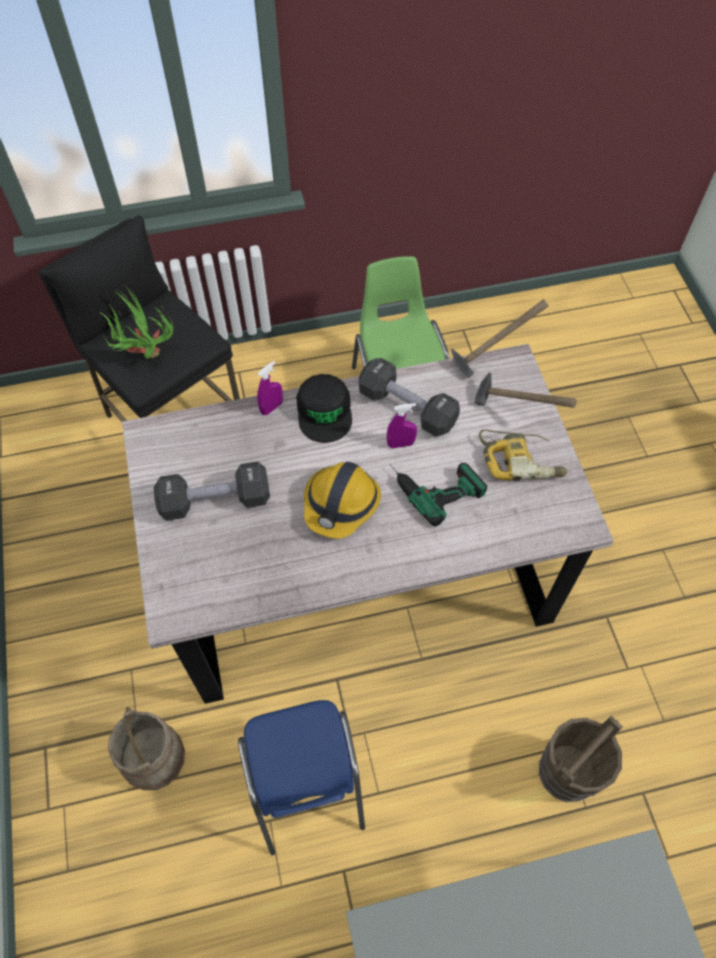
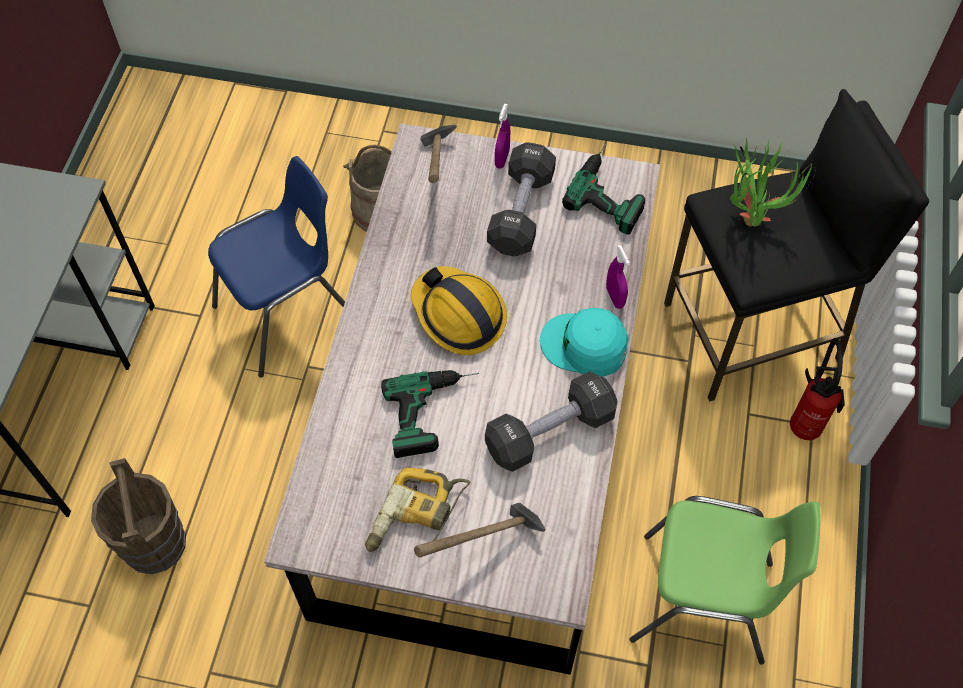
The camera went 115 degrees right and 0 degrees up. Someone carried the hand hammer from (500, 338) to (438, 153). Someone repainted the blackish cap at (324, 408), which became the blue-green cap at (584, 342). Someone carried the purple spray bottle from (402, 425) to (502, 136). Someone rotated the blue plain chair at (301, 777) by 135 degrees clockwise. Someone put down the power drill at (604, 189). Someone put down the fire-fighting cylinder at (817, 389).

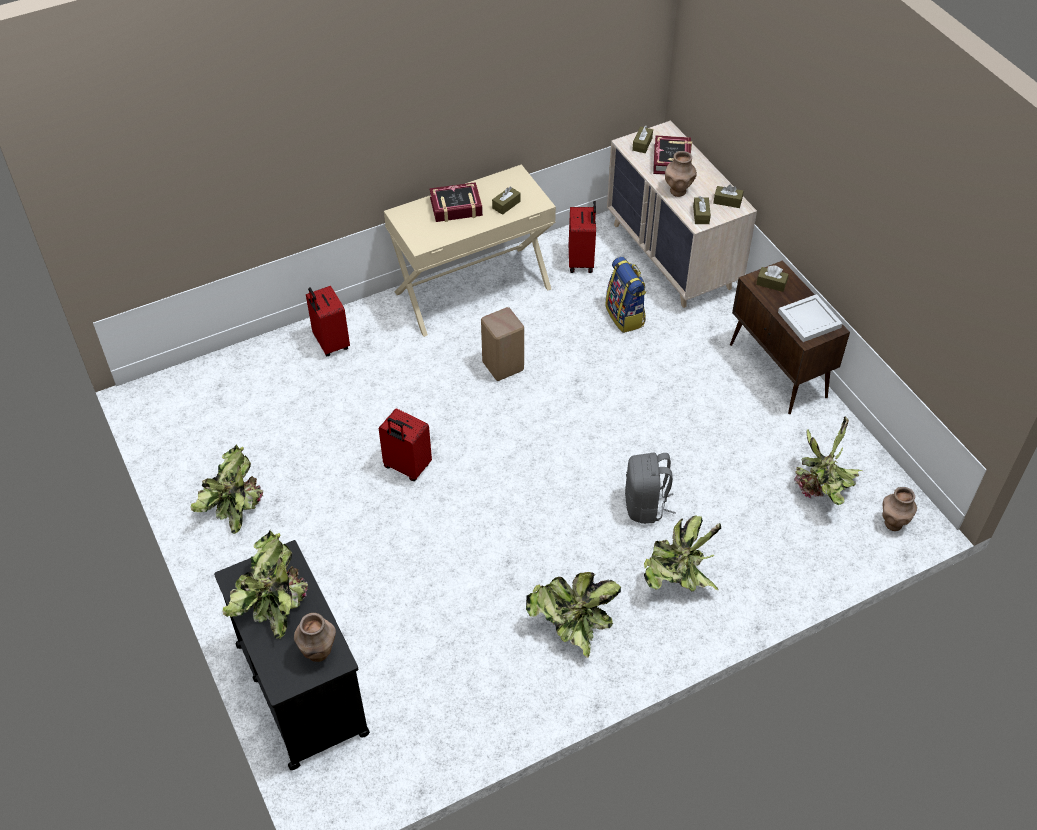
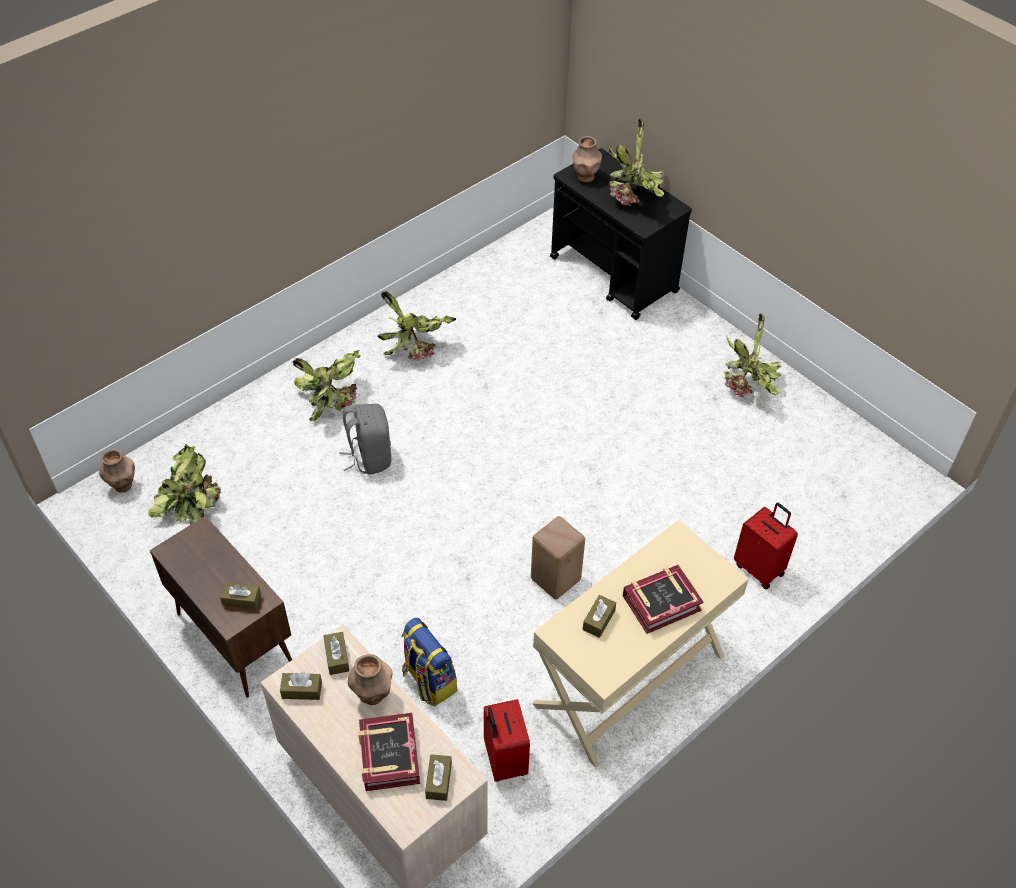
The camera went 165 degrees right and 0 degrees up. Someone took away the white serving tray at (810, 318). Someone took away the reddish piece of luggage at (405, 444).

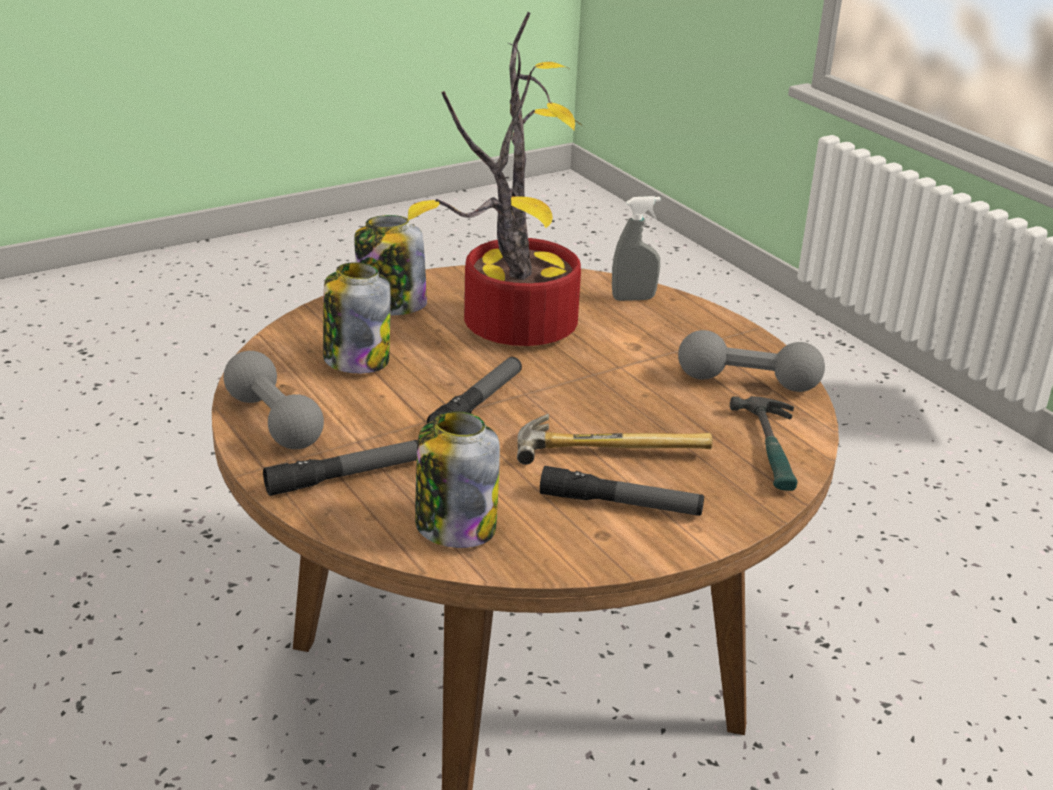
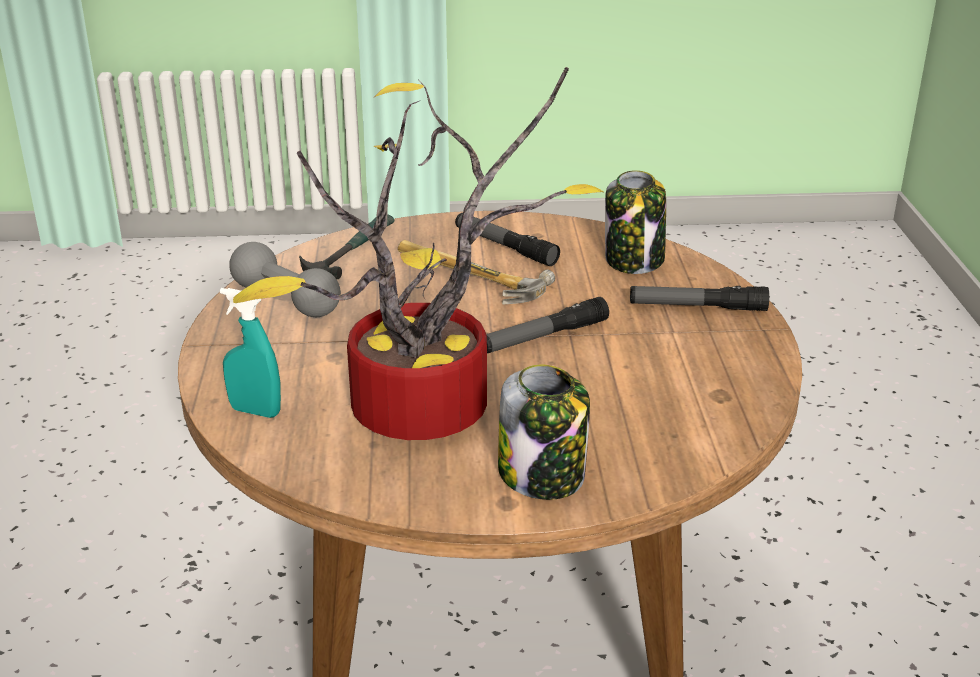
The camera went 150 degrees left and 0 degrees up. Someone repainted the greyish spray bottle at (636, 248), which became the blue-green spray bottle at (250, 353). Someone took away the storage jar at (357, 318). Someone took away the greyish hand weight at (273, 400).

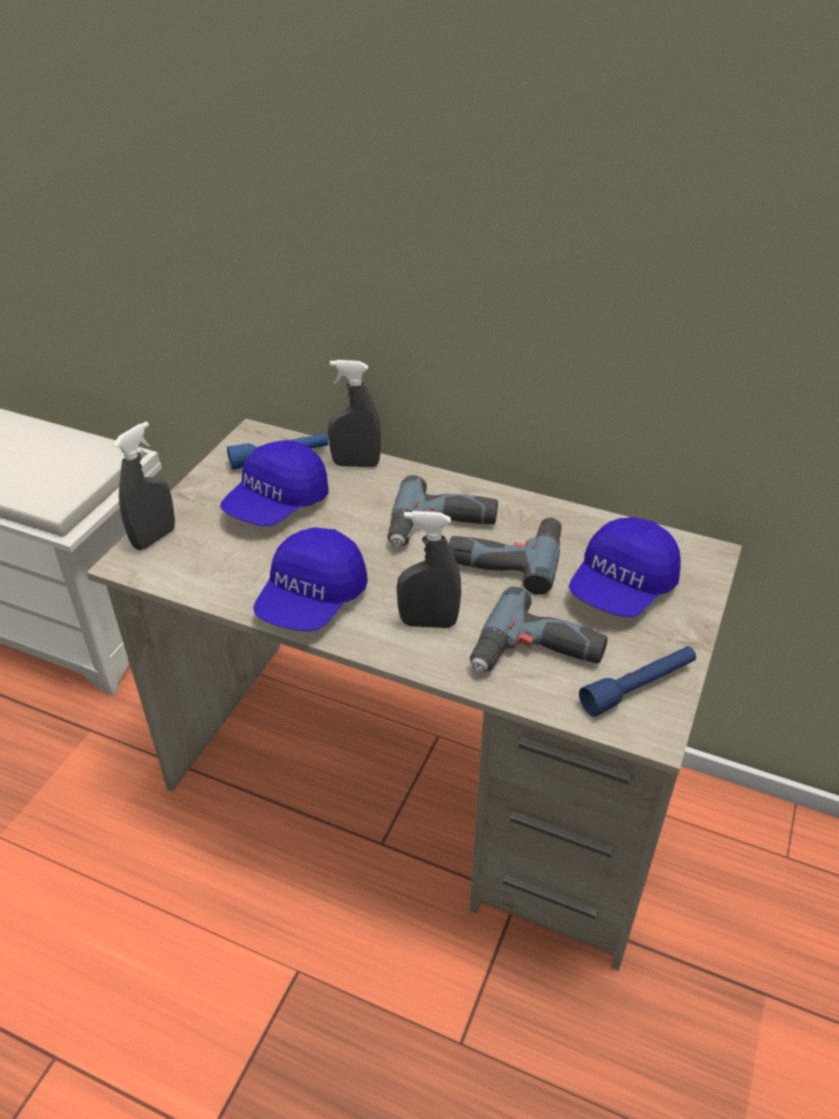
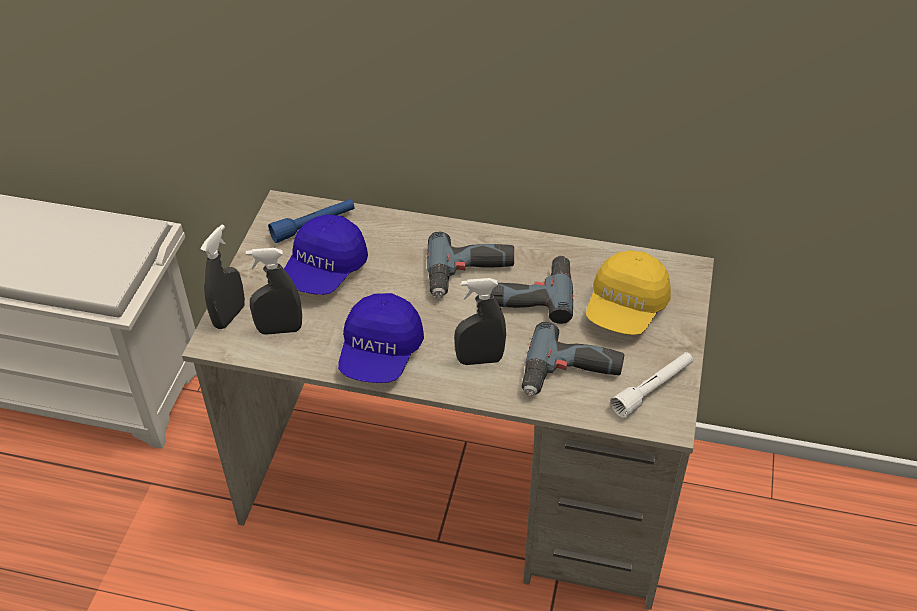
The camera went 10 degrees left and 5 degrees up. Someone carried the greyish spray bottle from (354, 413) to (274, 291). Someone repainted the blue cap at (625, 567), which became the yellow cap at (628, 292). Someone repainted the blue hand torch at (637, 681), which became the white hand torch at (651, 385).

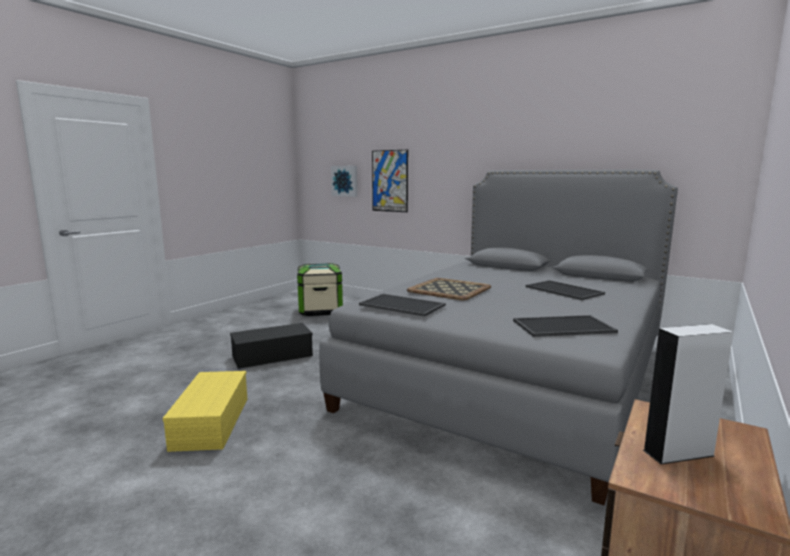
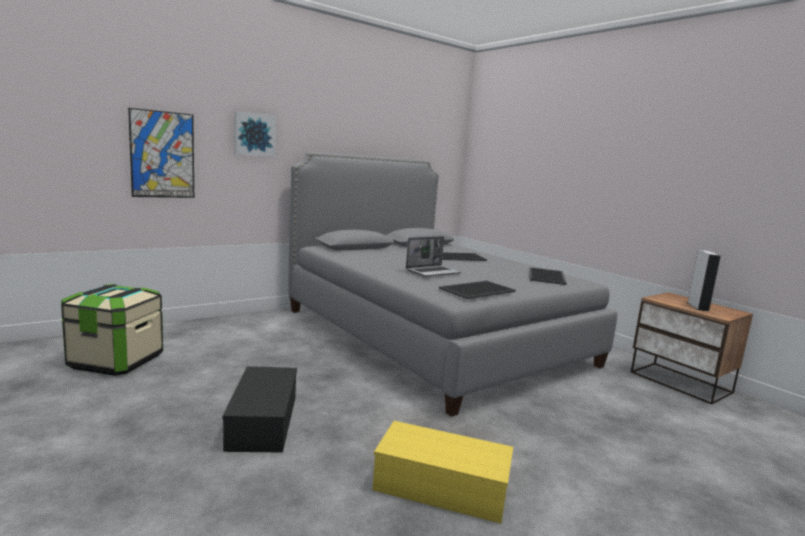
The camera went 70 degrees left and 0 degrees up. Someone carried the wall art from (344, 181) to (255, 134). Someone swapped the serving tray at (449, 289) for the laptop at (433, 256).

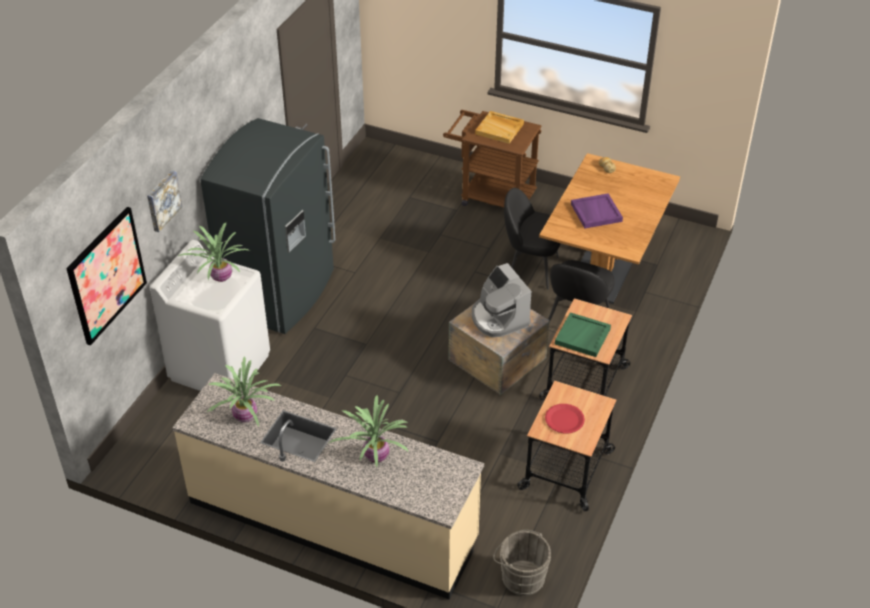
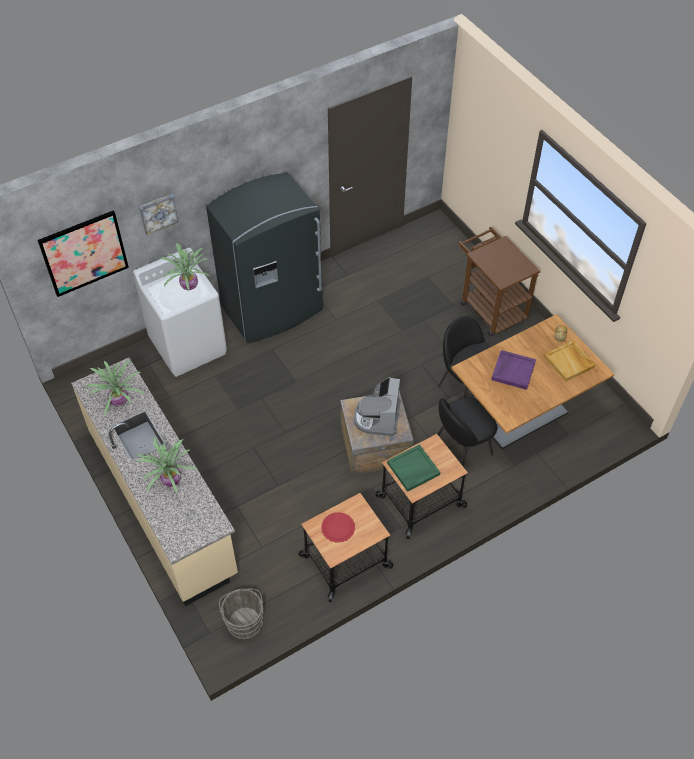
The camera went 35 degrees right and 10 degrees up. Someone carried the beige serving tray from (499, 127) to (570, 361).

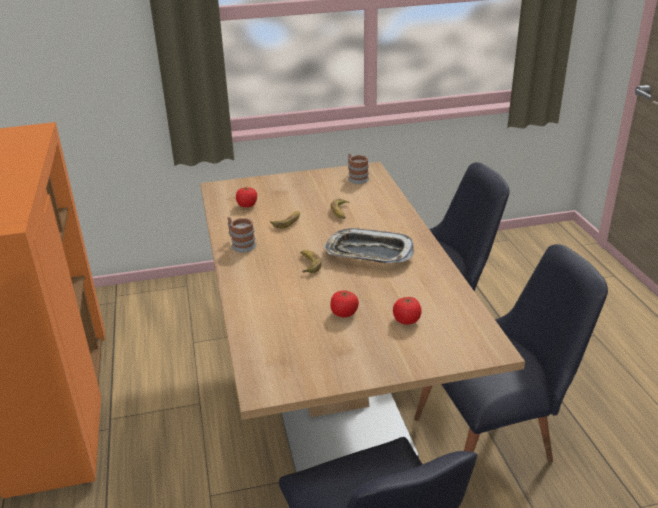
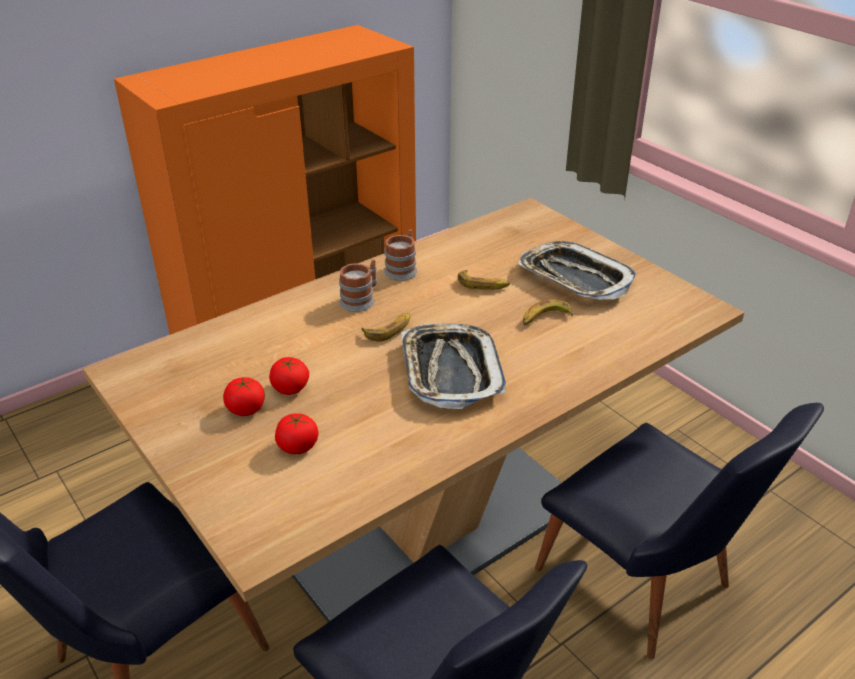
The camera went 65 degrees right and 5 degrees up. Someone carried the coffee mug from (358, 168) to (358, 285). Someone carried the whole tomato from (246, 197) to (244, 396). Someone put down the serving tray at (578, 270).

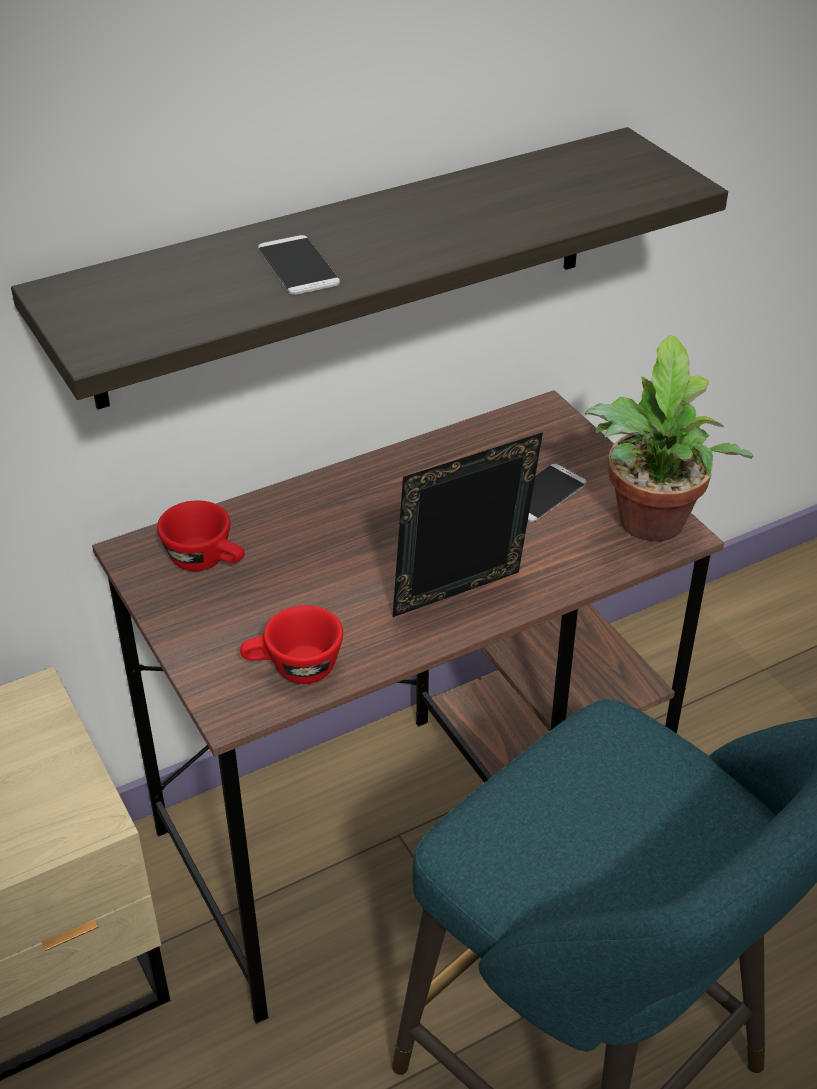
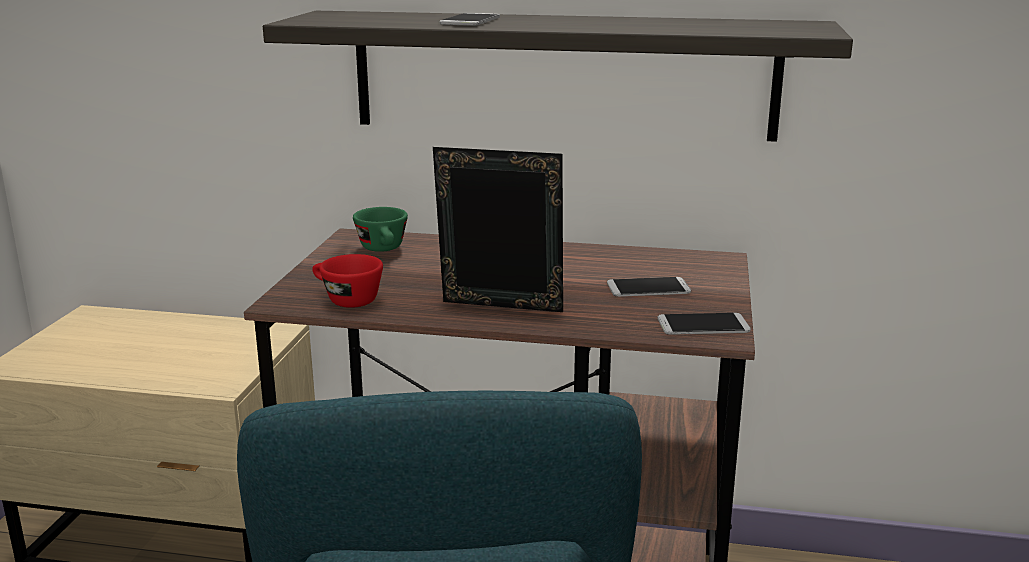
The camera went 40 degrees right and 20 degrees down. Someone swapped the plant in a pot at (669, 439) for the telephone at (704, 324). Someone repainted the reddish drinking cup at (201, 535), which became the green-coloured drinking cup at (380, 229).

